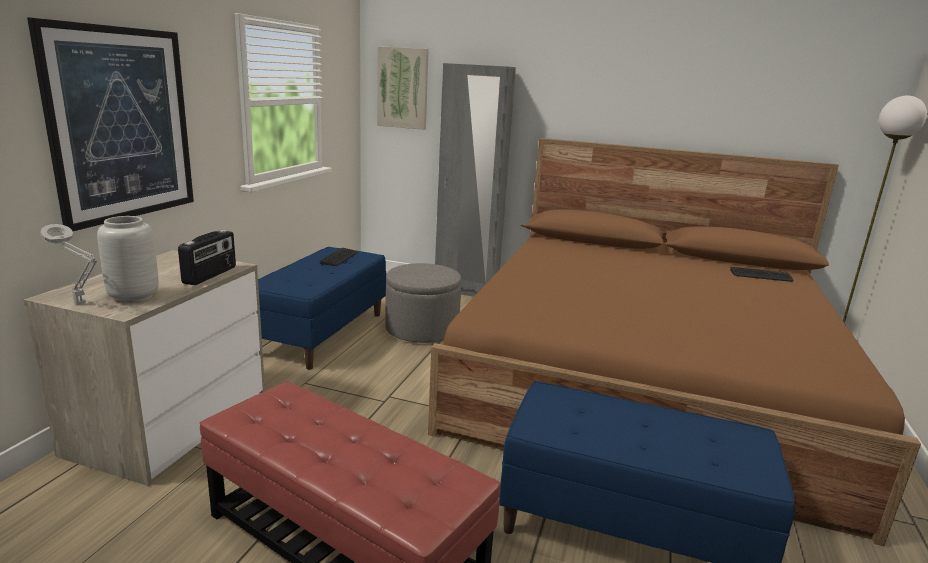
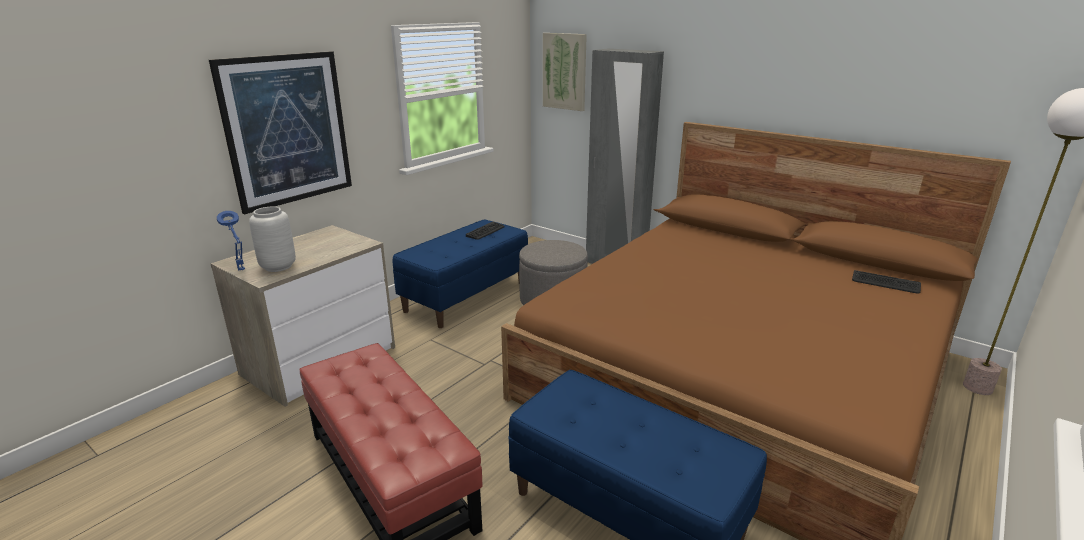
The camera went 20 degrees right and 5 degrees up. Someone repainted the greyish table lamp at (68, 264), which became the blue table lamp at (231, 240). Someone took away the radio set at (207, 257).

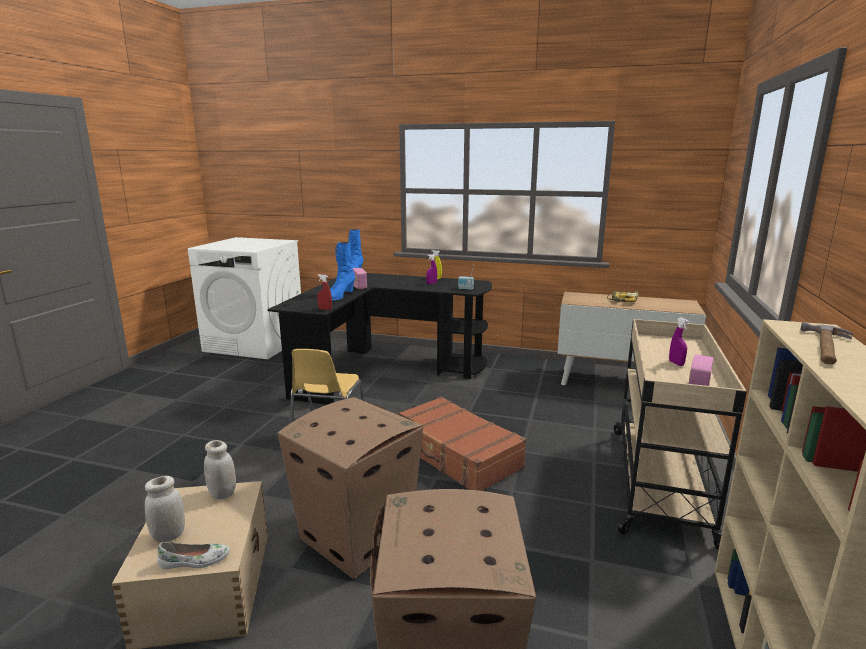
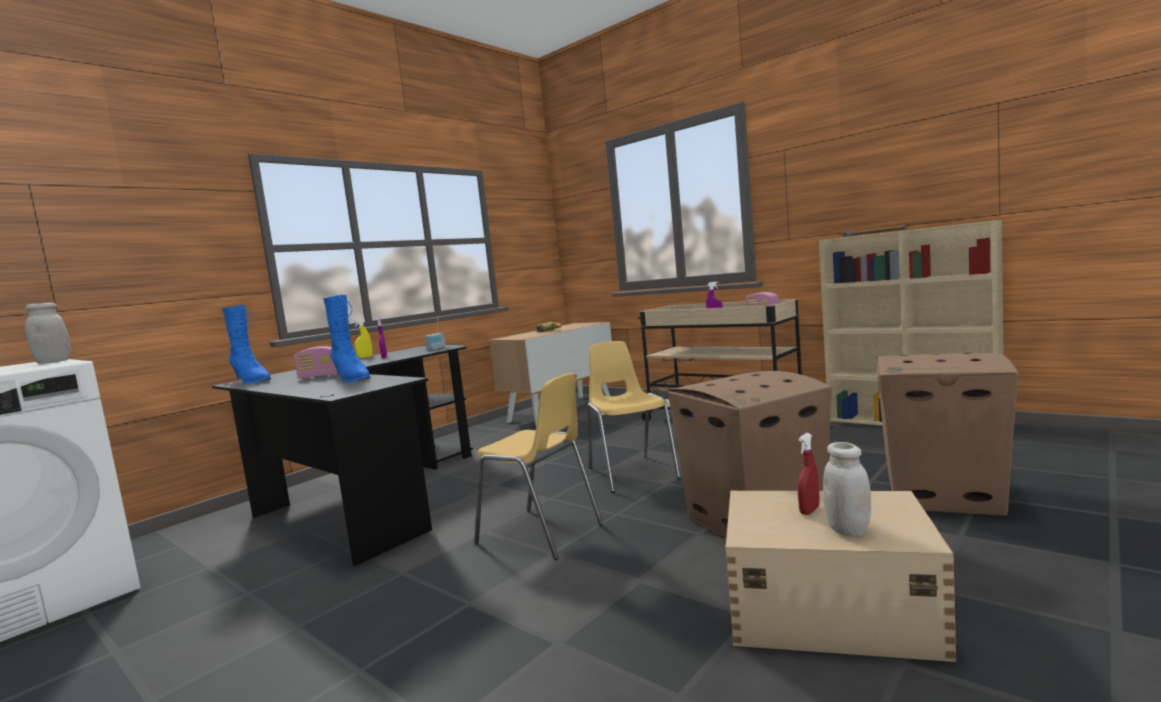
The camera went 65 degrees left and 10 degrees down. Someone carried the reddish spray bottle from (324, 292) to (808, 474). Someone swapped the brown piece of luggage at (460, 444) for the yellow plain chair at (634, 416). Someone carried the white storage jar from (220, 469) to (47, 333). Someone took away the white shoe at (193, 555).

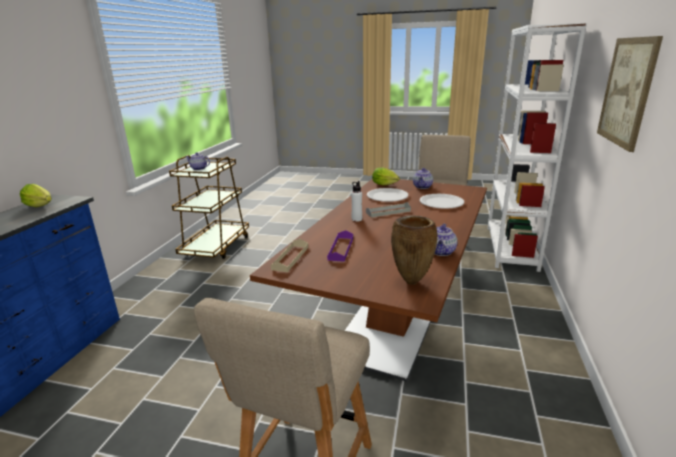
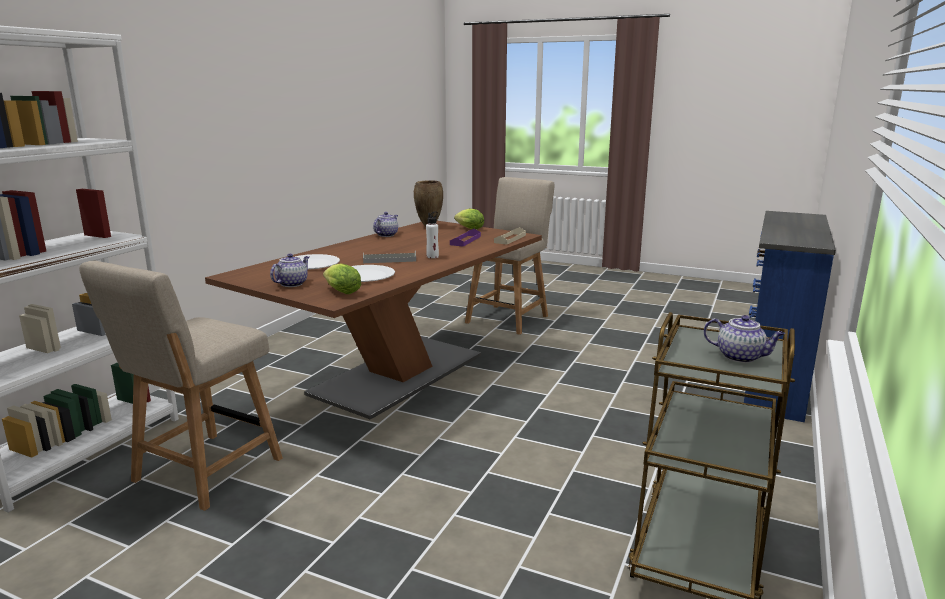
The camera went 170 degrees left and 5 degrees down. Someone took away the wall art at (630, 94). Someone carried the lettuce from (36, 195) to (469, 219).

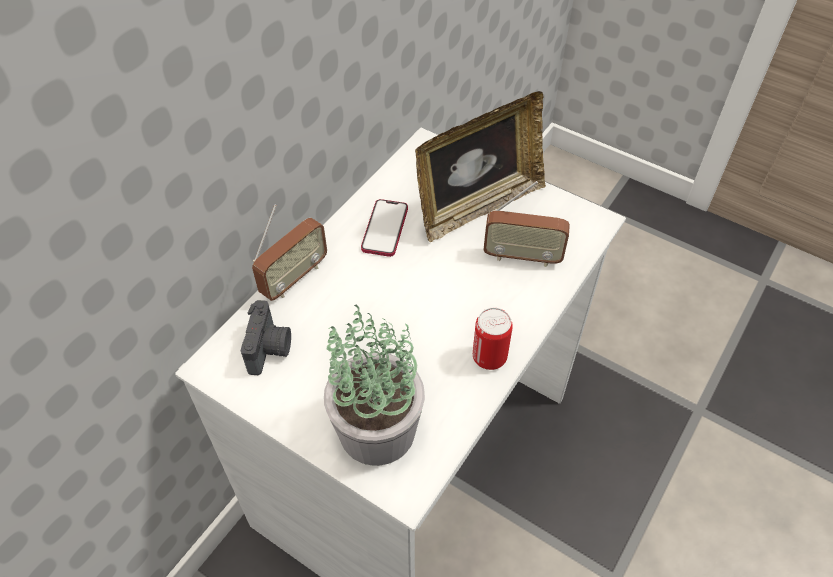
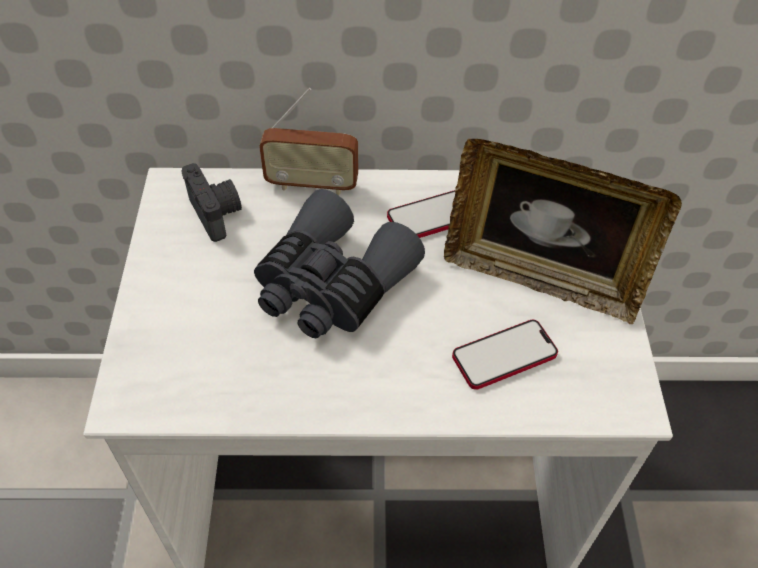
The camera went 55 degrees right and 0 degrees up. Someone swapped the radio set at (526, 224) for the telephone at (505, 355). Someone rotated the photo camera at (266, 337) by 90 degrees counterclockwise. Someone took away the plant in a pot at (374, 385). Someone took away the metal can at (493, 339). Someone put down the greyish binoculars at (339, 263).

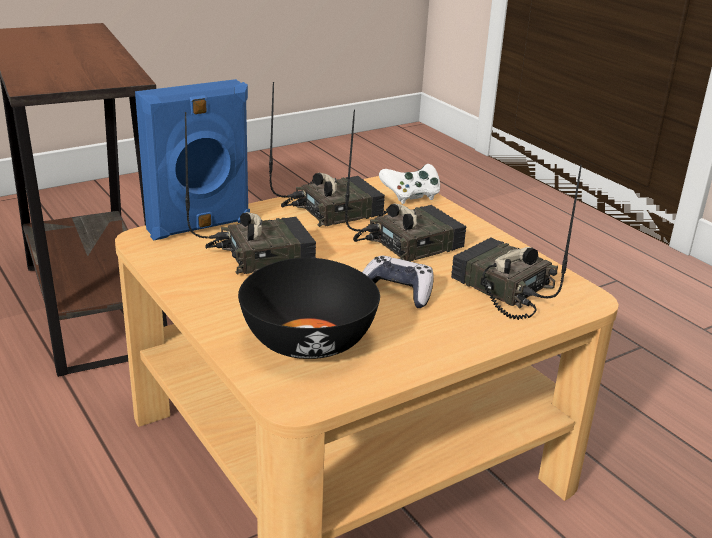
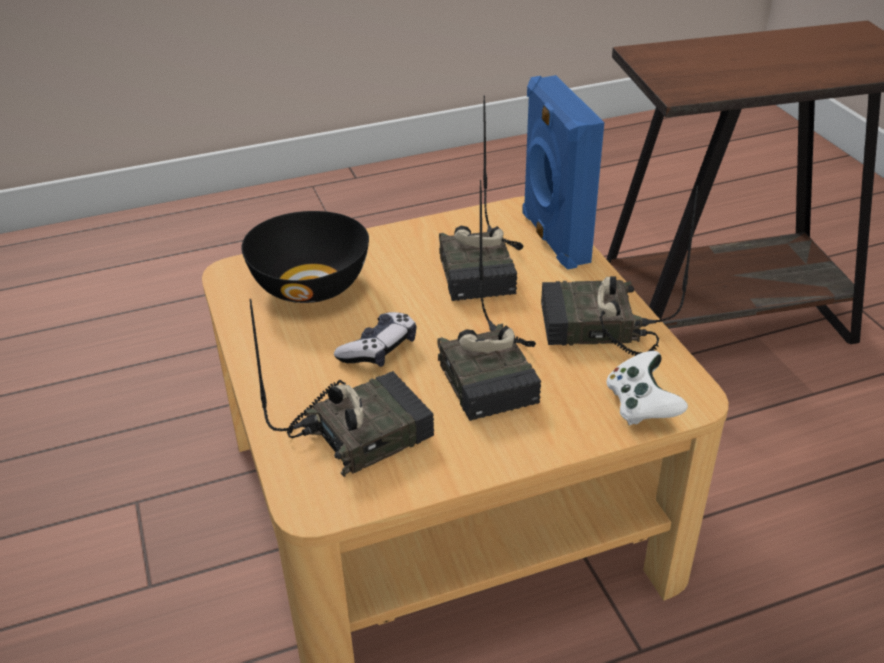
The camera went 105 degrees right and 10 degrees up. Someone rotated the radio set at (327, 154) by 105 degrees clockwise.

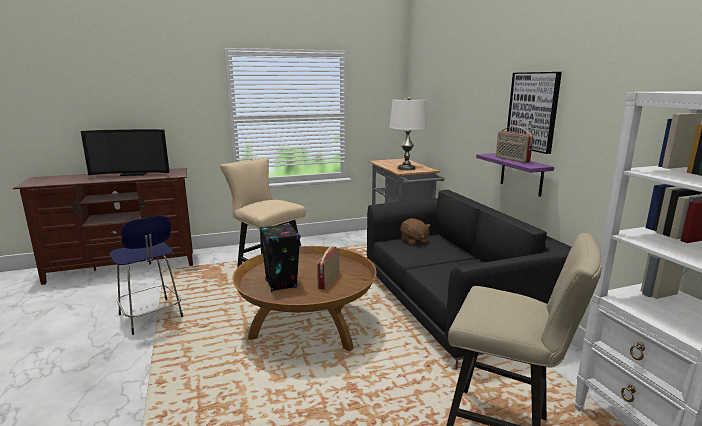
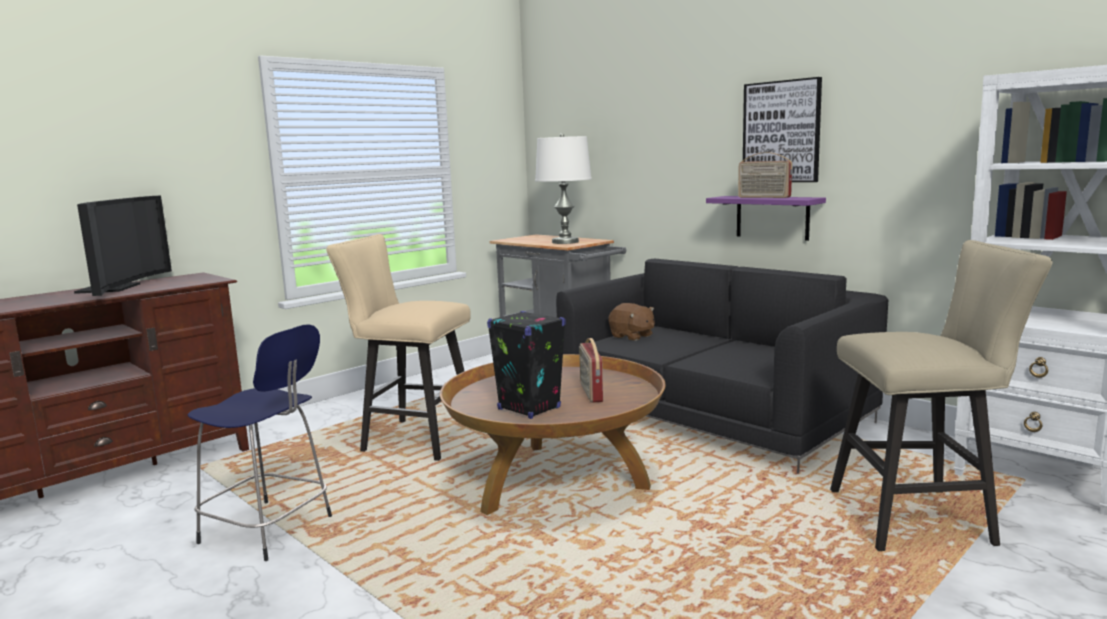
The camera went 25 degrees left and 5 degrees down. Someone rotated the television at (125, 152) by 60 degrees counterclockwise.

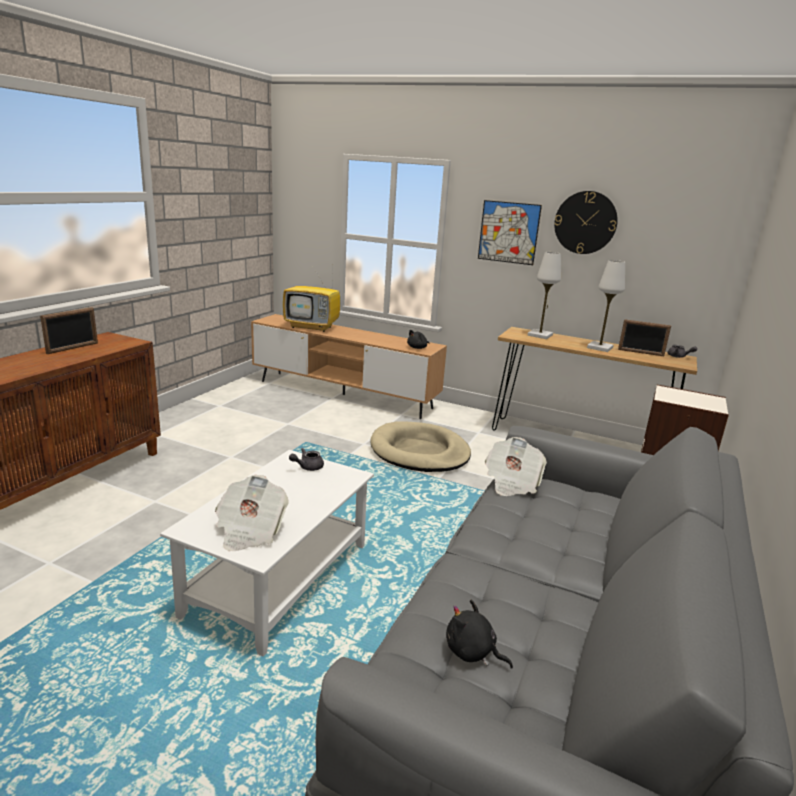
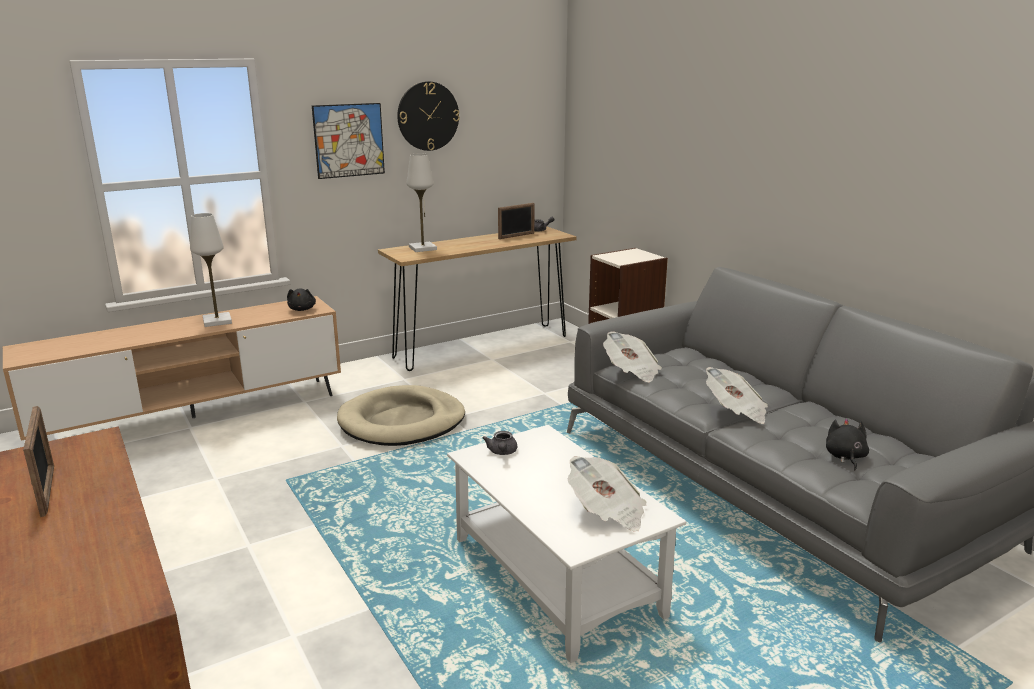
The camera went 55 degrees left and 0 degrees up. Someone carried the white table lamp from (606, 306) to (211, 270). Someone took away the television at (311, 299). Someone rotated the blackish soft toy at (479, 634) by 120 degrees clockwise. Someone put down the daily paper at (737, 395).

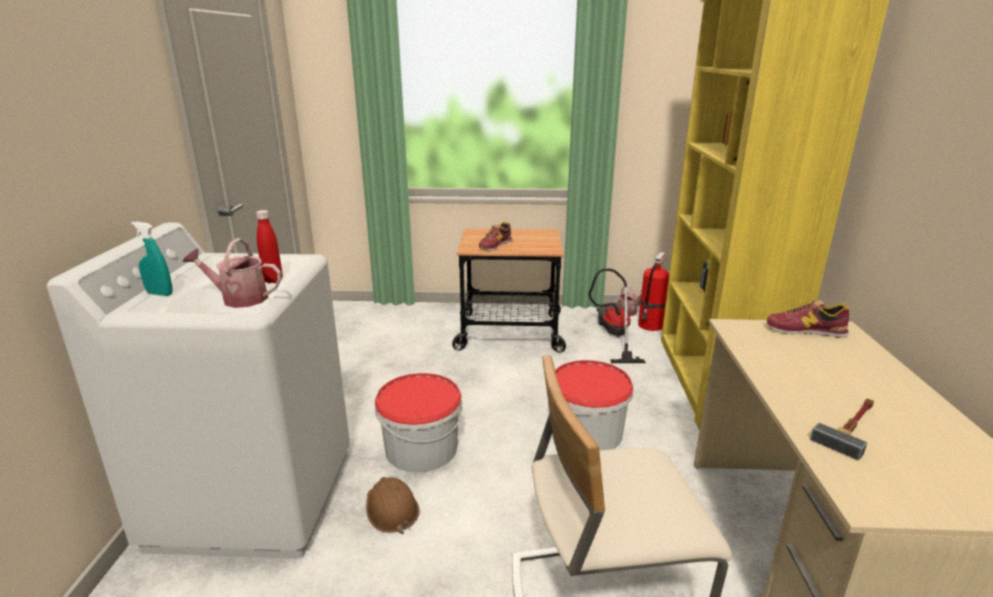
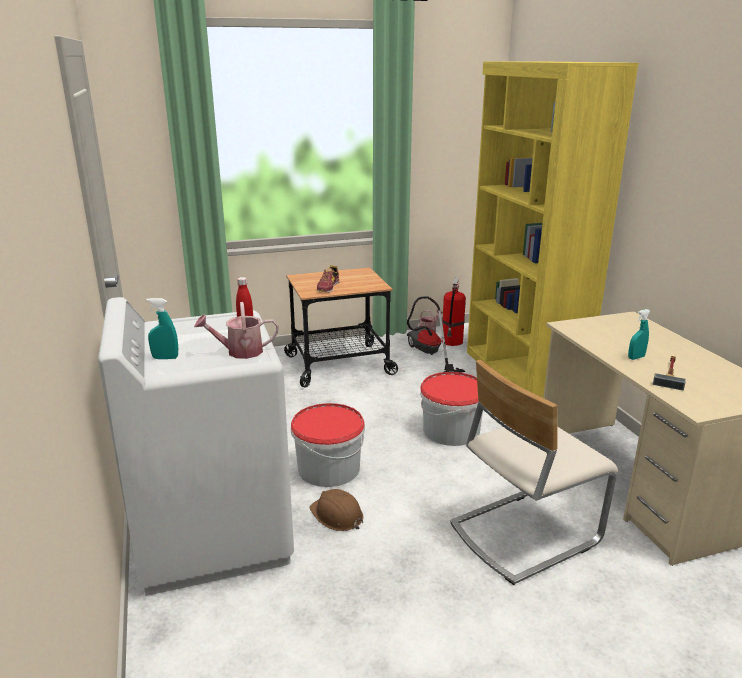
The camera went 20 degrees left and 0 degrees up. Someone took away the shoe at (808, 319). Someone put down the blue-green spray bottle at (639, 334).

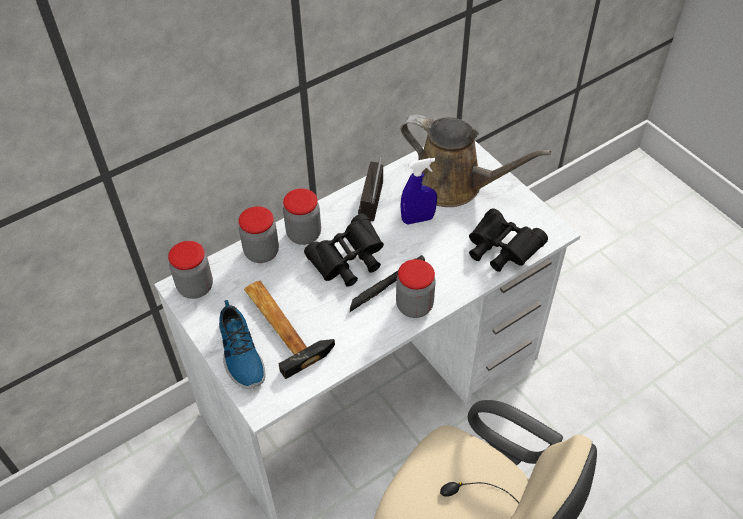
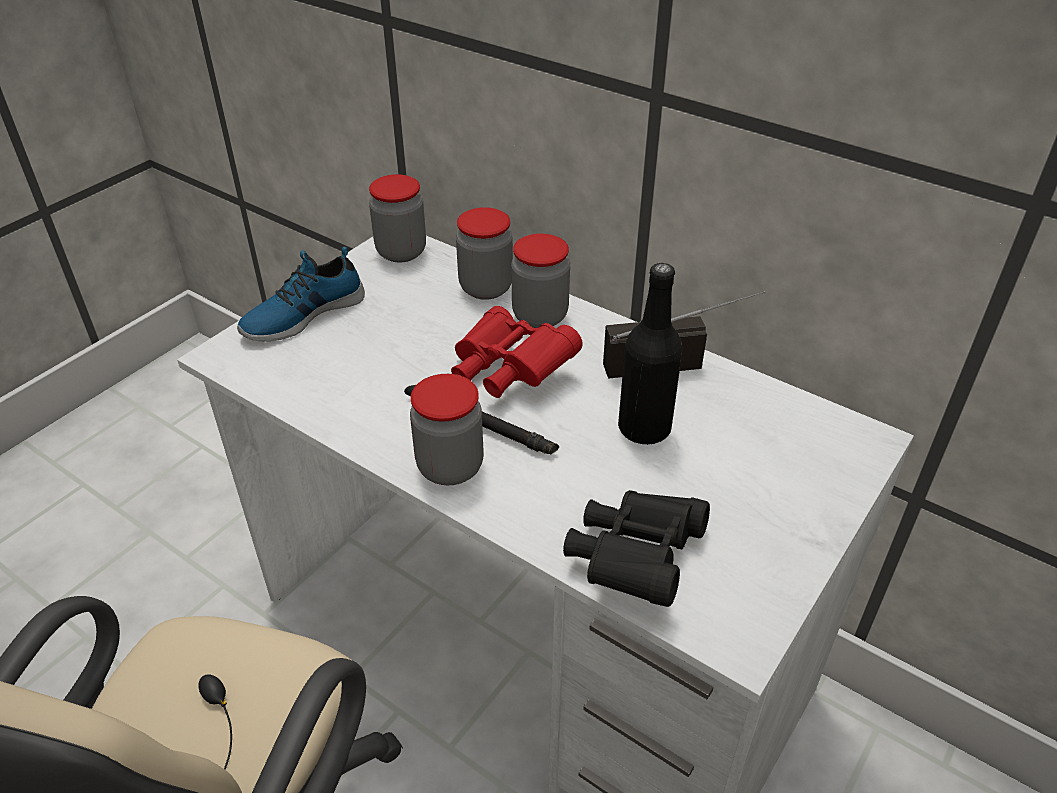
The camera went 70 degrees right and 10 degrees down. Someone took away the brown sprinkling can at (476, 161). Someone swapped the blue spray bottle at (418, 191) for the blackish beverage bottle at (650, 354). Someone repainted the blackish binoculars at (344, 250), which became the reddish binoculars at (517, 352). Someone took away the hand hammer at (289, 330).

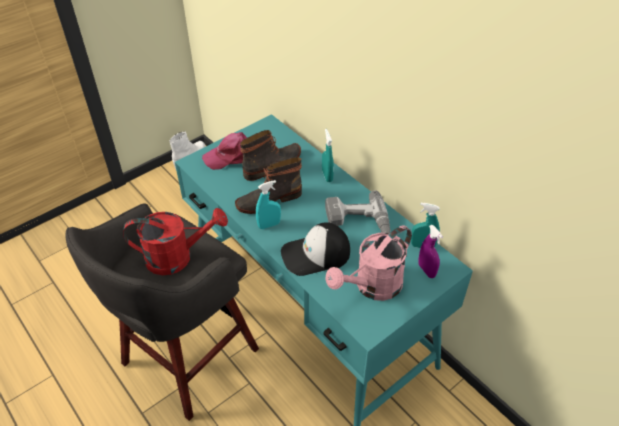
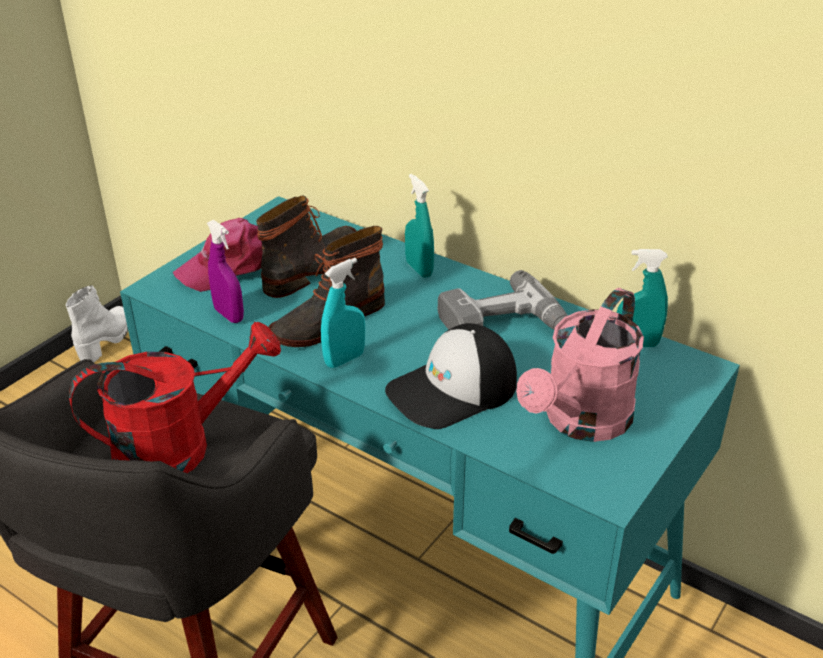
The camera went 15 degrees left and 10 degrees down. Someone carried the purple spray bottle from (430, 251) to (225, 271).

